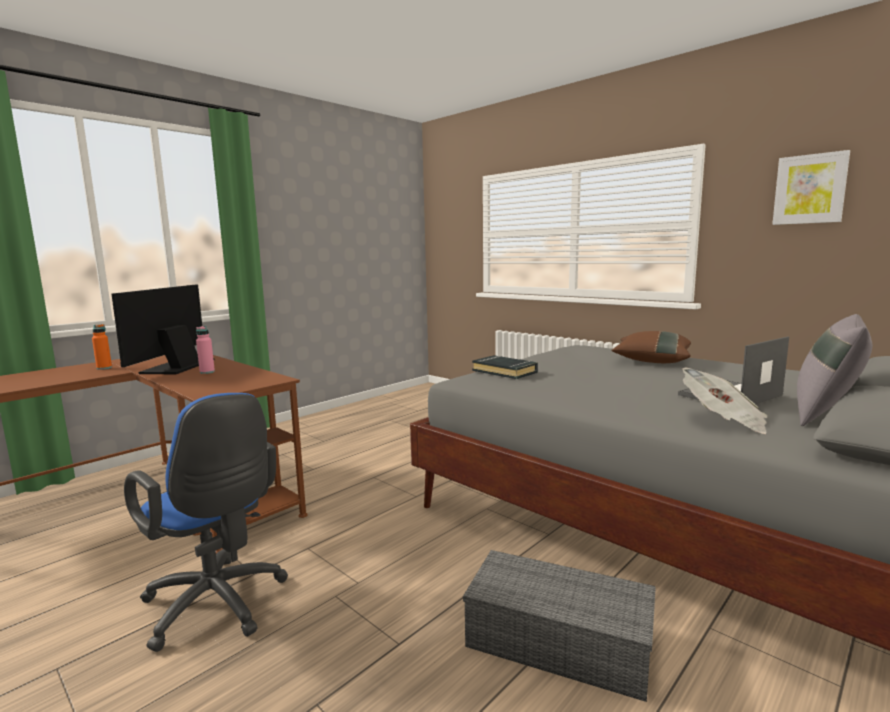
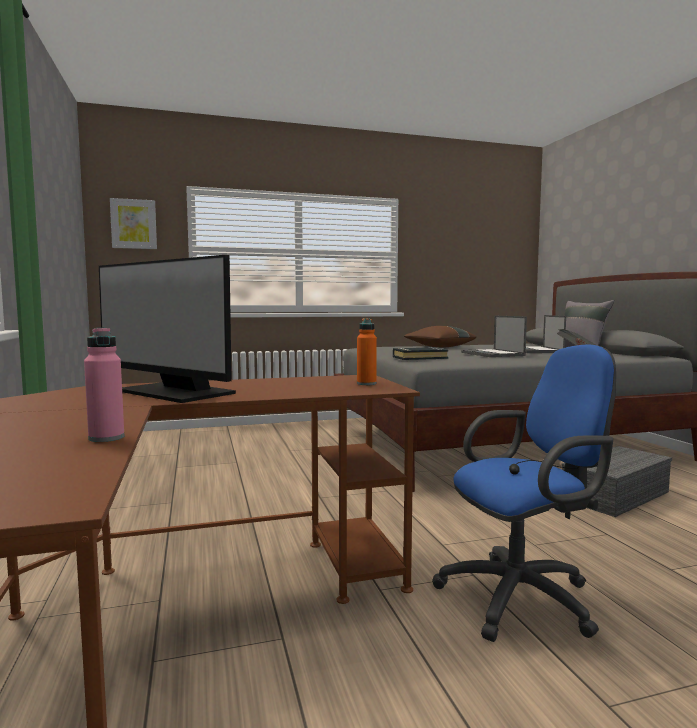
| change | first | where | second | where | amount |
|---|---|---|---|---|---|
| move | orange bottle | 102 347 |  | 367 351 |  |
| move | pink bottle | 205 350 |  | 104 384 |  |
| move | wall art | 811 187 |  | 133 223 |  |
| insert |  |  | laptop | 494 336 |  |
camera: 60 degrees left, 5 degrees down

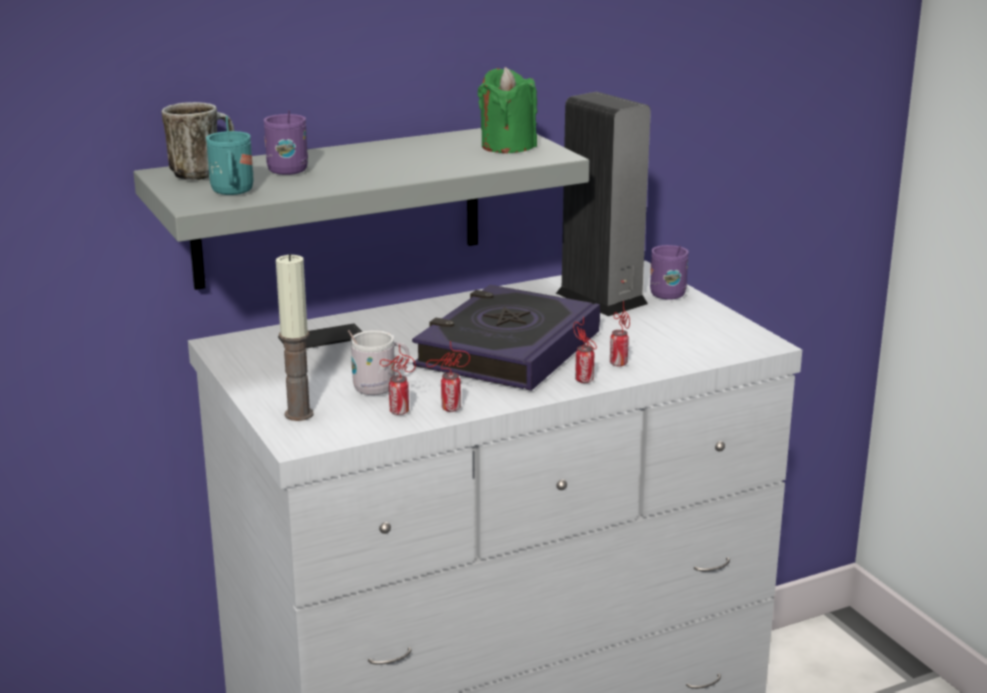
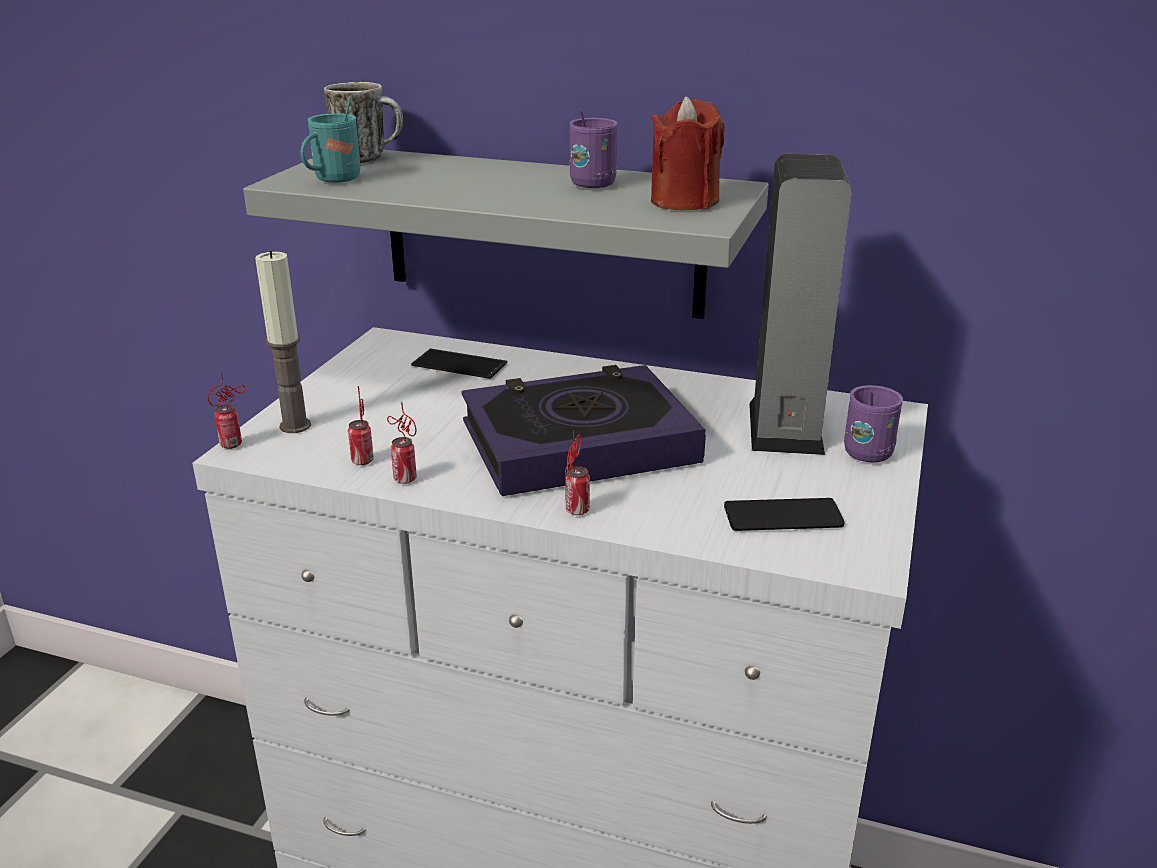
| change | first | where | second | where | amount |
|---|---|---|---|---|---|
| move | purple-coloured coffee mug | 286 142 |  | 593 149 |  |
| delete | white coffee mug | 379 362 |  |  |  |
| recolor | green wax candle | 507 110 | reddish wax candle | 688 153 |  |
| move | sealed can | 620 333 |  | 226 410 |  |
| insert |  |  | handset | 784 514 |  |
camera: 45 degrees right, 5 degrees up

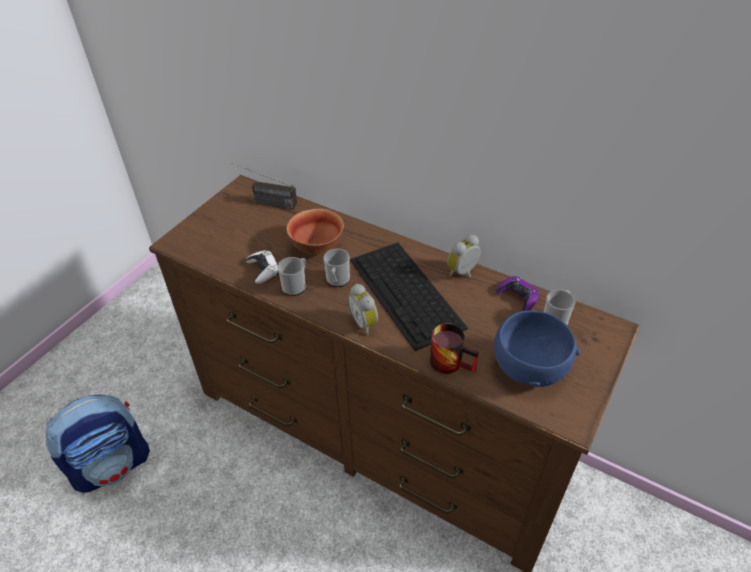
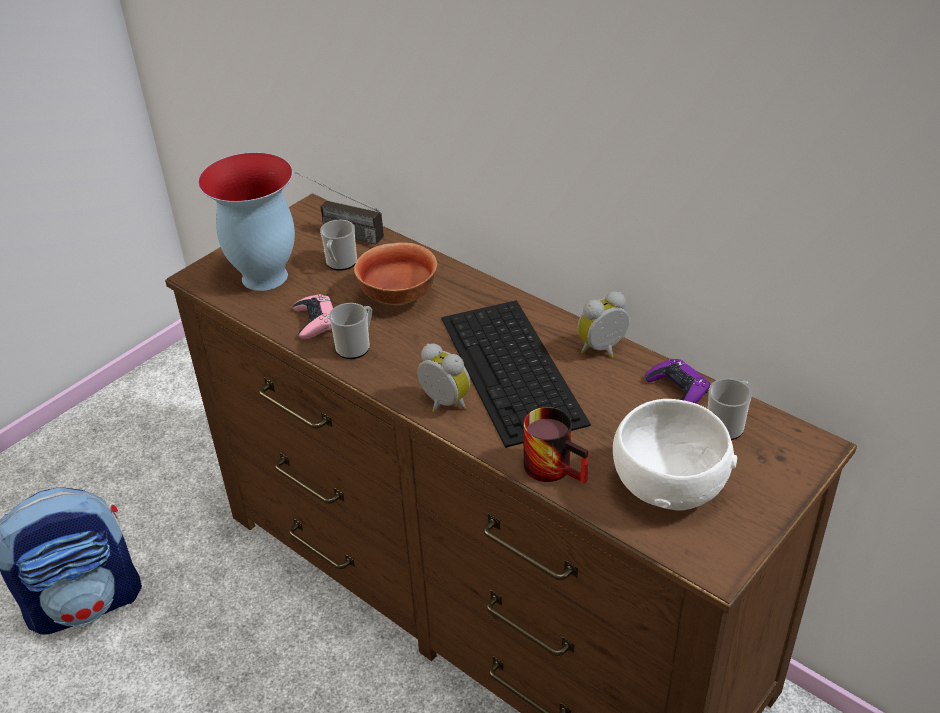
| change | first | where | second | where | amount |
|---|---|---|---|---|---|
| recolor | white joypad | 262 267 | pink joypad | 313 316 |  |
| move | coffee mug | 336 268 |  | 338 245 |  |
| rotate | table clock | 363 310 |  | 443 377 | 150 degrees clockwise |
| recolor | blue-coloured bowl | 536 348 | white bowl | 675 454 |  |
| insert |  |  | vase | 246 222 |  |
camera: 10 degrees right, 5 degrees down

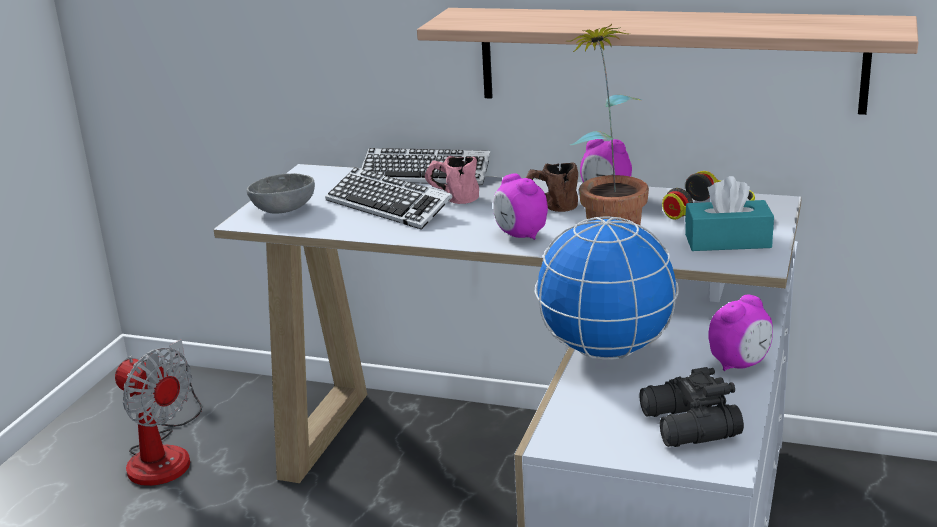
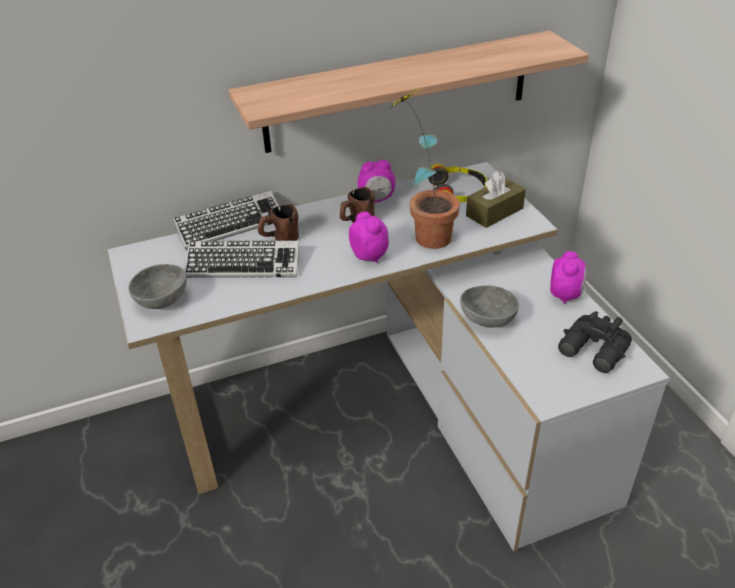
| change | first | where | second | where | amount |
|---|---|---|---|---|---|
| delete | electric fan | 158 412 |  |  |  |
| recolor | pink coffee mug | 452 180 | brown coffee mug | 278 222 |  |
| rotate | table clock | 520 207 |  | 369 237 | 135 degrees counterclockwise |
| replace | globe | 607 288 | grey bowl | 489 306 |  |
| recolor | turquoise-coloured tissue holder | 729 213 | brown tissue holder | 496 199 |  |
camera: 40 degrees left, 15 degrees up

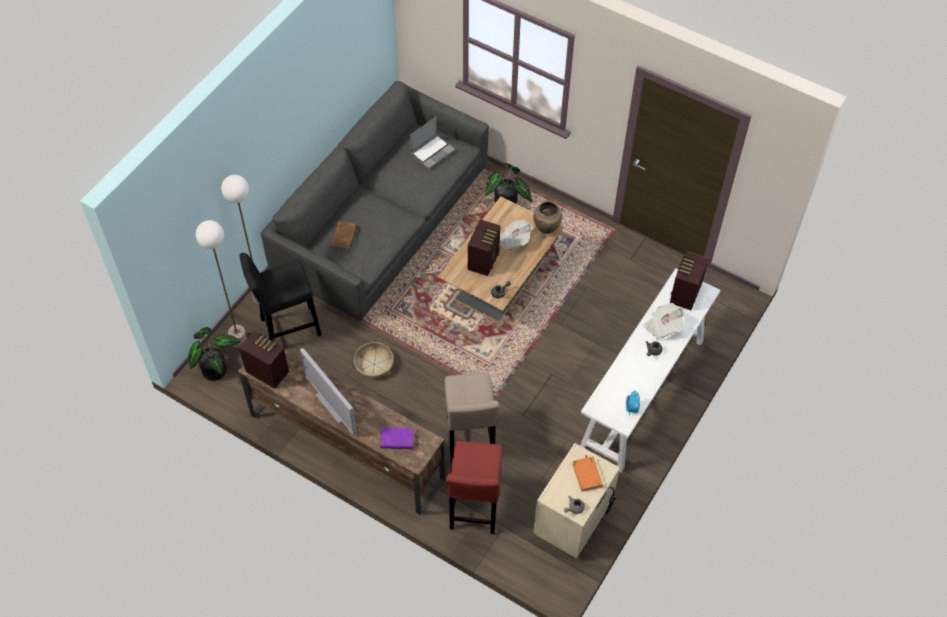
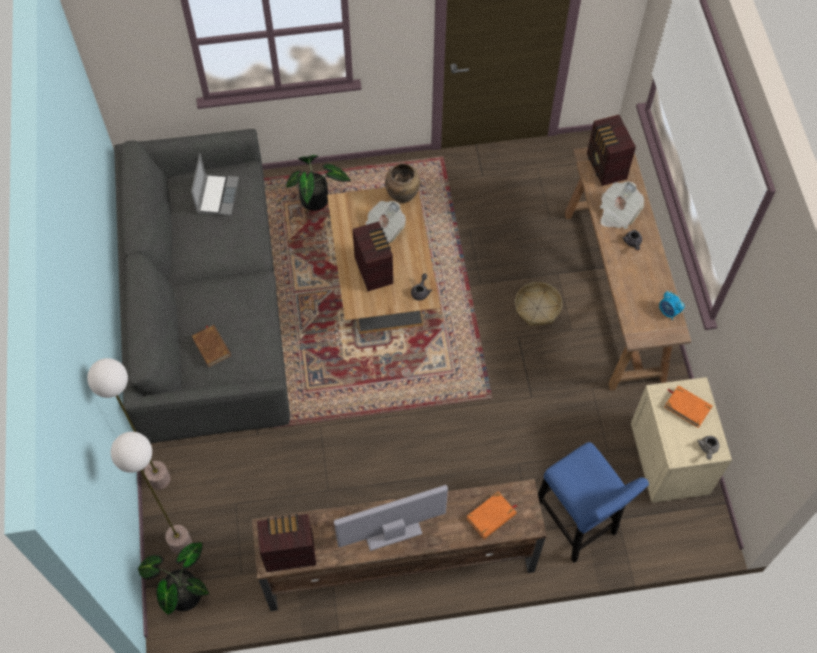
| change | first | where | second | where | amount |
|---|---|---|---|---|---|
| delete | black stool | 280 297 |  |  |  |
| rotate | television | 328 391 |  | 391 518 | 150 degrees clockwise |
| move | basket | 373 361 |  | 539 304 |  |
| recolor | purple-coloured volume | 399 438 | orange volume | 491 515 |  |
| delete | sand-coloured stool | 472 418 |  |  |  |
| recolor | reddish stool | 474 487 | blue-coloured stool | 593 502 |  |
| recolor | white narrow table | 650 370 | brown narrow table | 628 269 |  |
camera: 40 degrees left, 5 degrees up

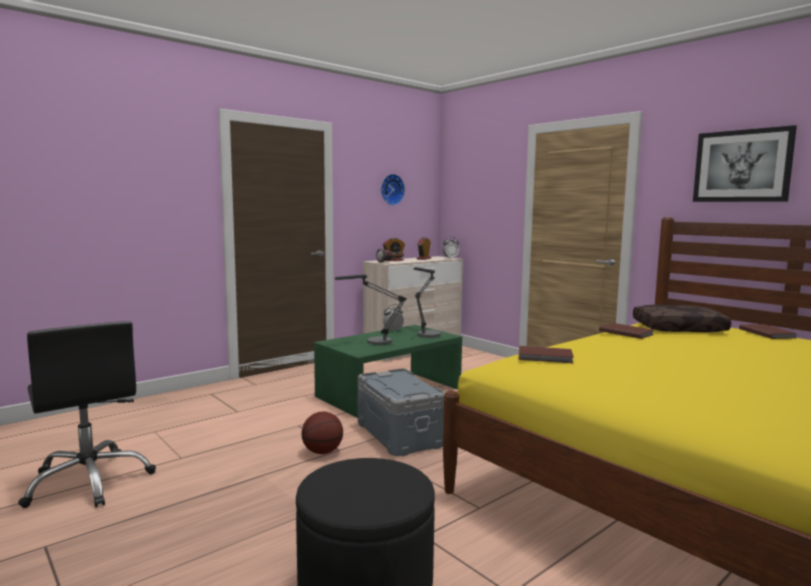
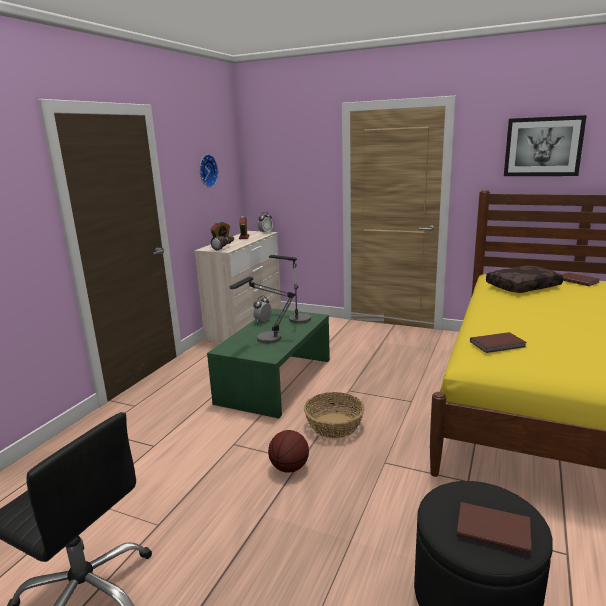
| change | first | where | second | where | amount |
|---|---|---|---|---|---|
| replace | grey storage box | 402 412 | basket | 334 415 |  |
| move | brown volume | 626 331 |  | 494 528 |  |
camera: 25 degrees left, 10 degrees up

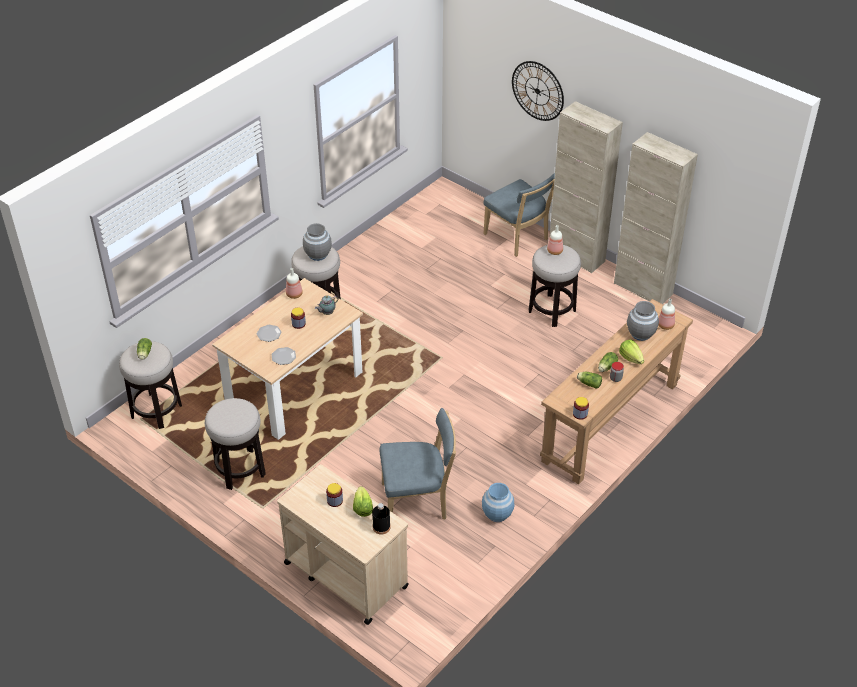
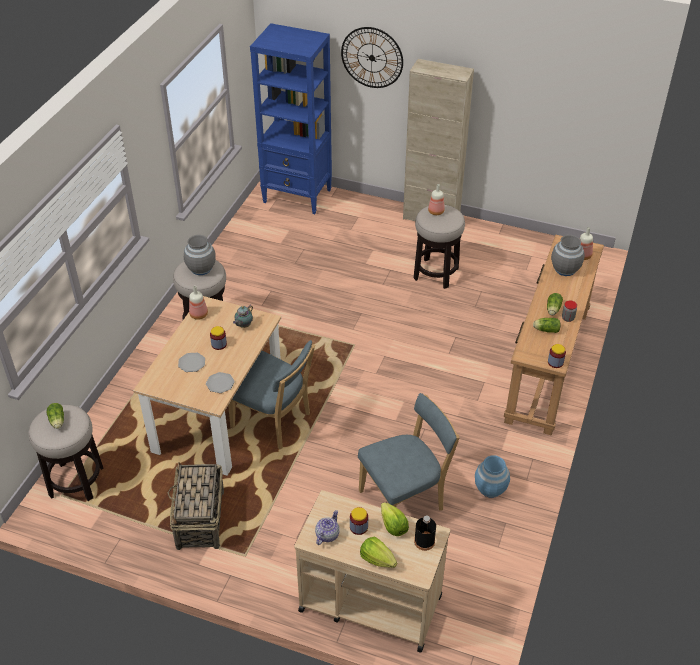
| change | first | where | second | where | amount |
|---|---|---|---|---|---|
| replace | stool | 235 444 | basket | 196 506 |  |
| move | blue-coloured plain chair | 519 215 |  | 271 394 |  |
| delete | sand-coloured cabinet | 656 218 |  |  |  |
| move | lettuce head | 631 352 |  | 378 552 |  |
| insert |  |  | blue-coloured shelving unit | 291 118 |  |
| insert |  |  | teapot | 327 527 |  |
camera: 20 degrees left, 0 degrees up

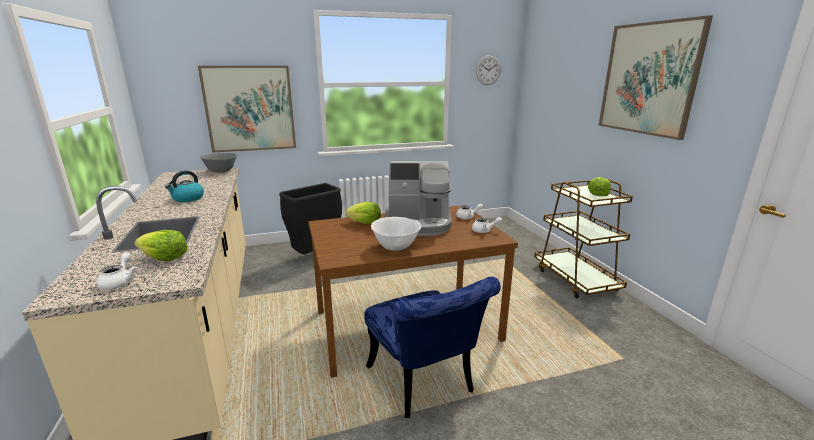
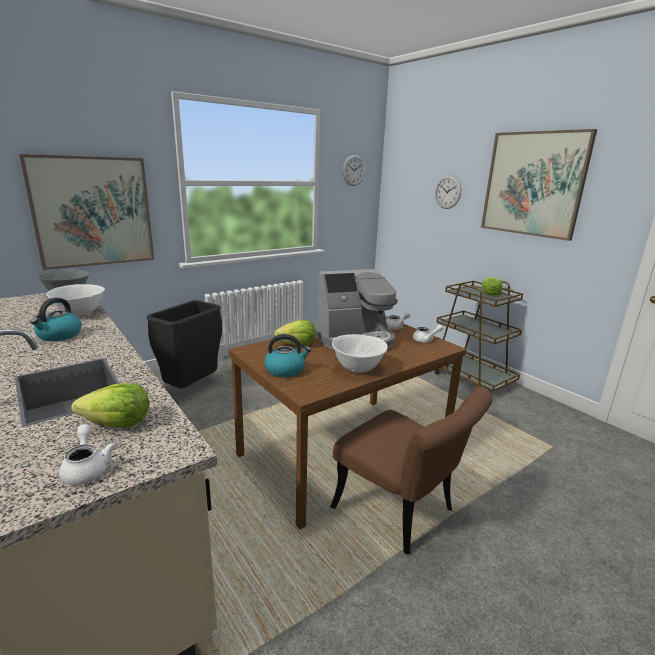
| change | first | where | second | where | amount |
|---|---|---|---|---|---|
| recolor | blue-coloured plain chair | 432 347 | brown plain chair | 411 471 |  |
| insert |  |  | white bowl | 76 300 |  |
| insert |  |  | kettle | 287 355 |  |
| insert |  |  | clock on the wall | 448 192 |  |
camera: 20 degrees left, 0 degrees up

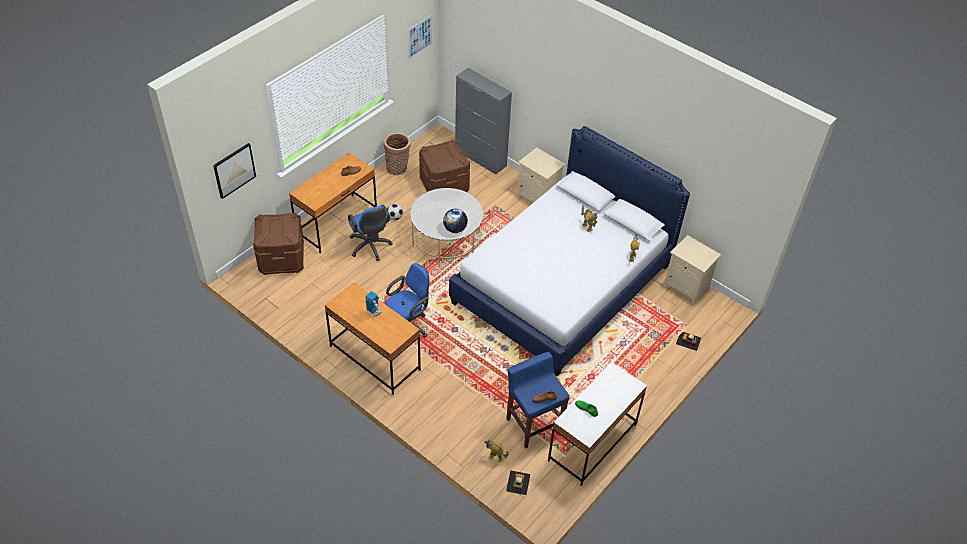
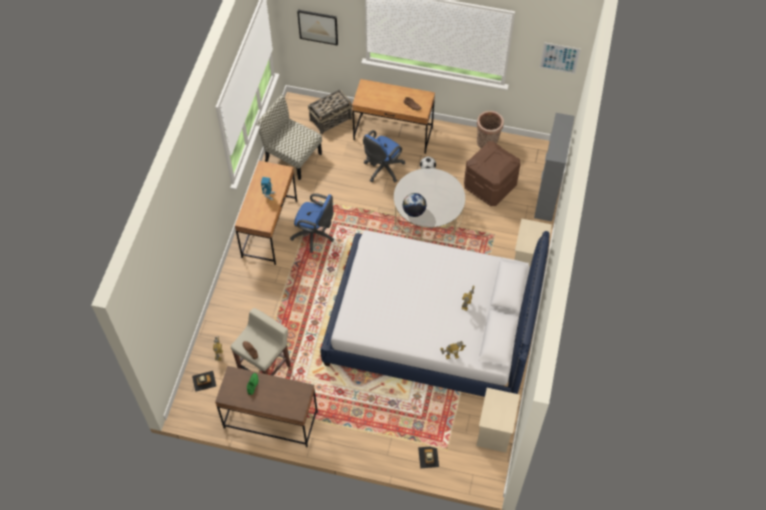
| change | first | where | second | where | amount |
|---|---|---|---|---|---|
| replace | brown storage box | 278 243 | basket | 330 111 |  |
| recolor | blue-coloured stool | 537 400 | sand-coloured stool | 261 342 |  |
| recolor | white desk table | 597 424 | brown desk table | 266 406 |  |
| insert |  |  | plain chair | 289 137 |  |
camera: 65 degrees right, 10 degrees up

